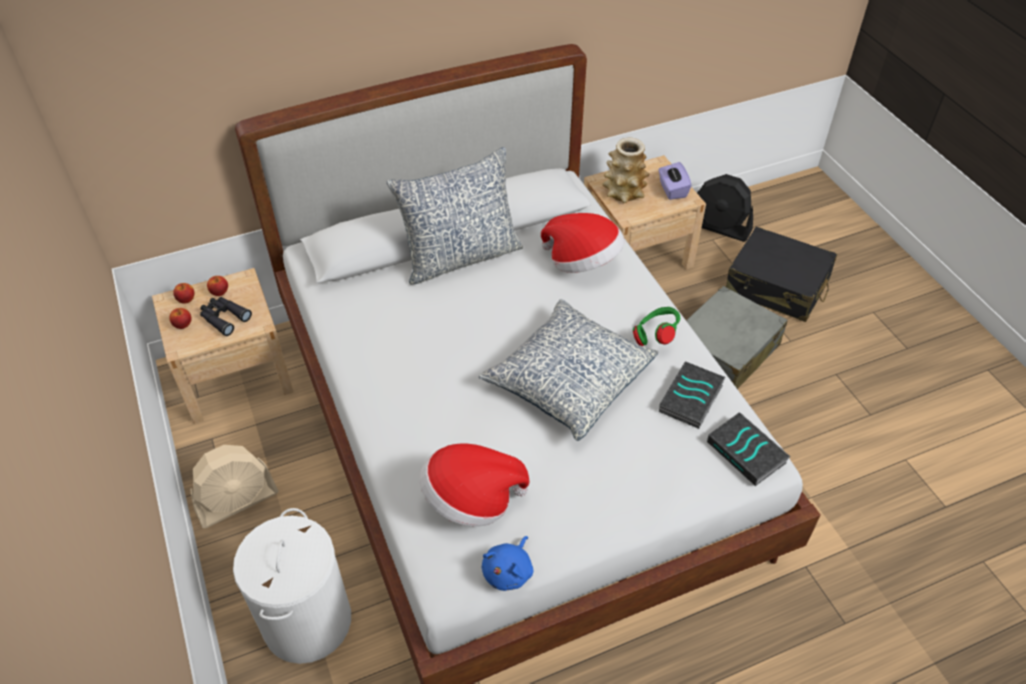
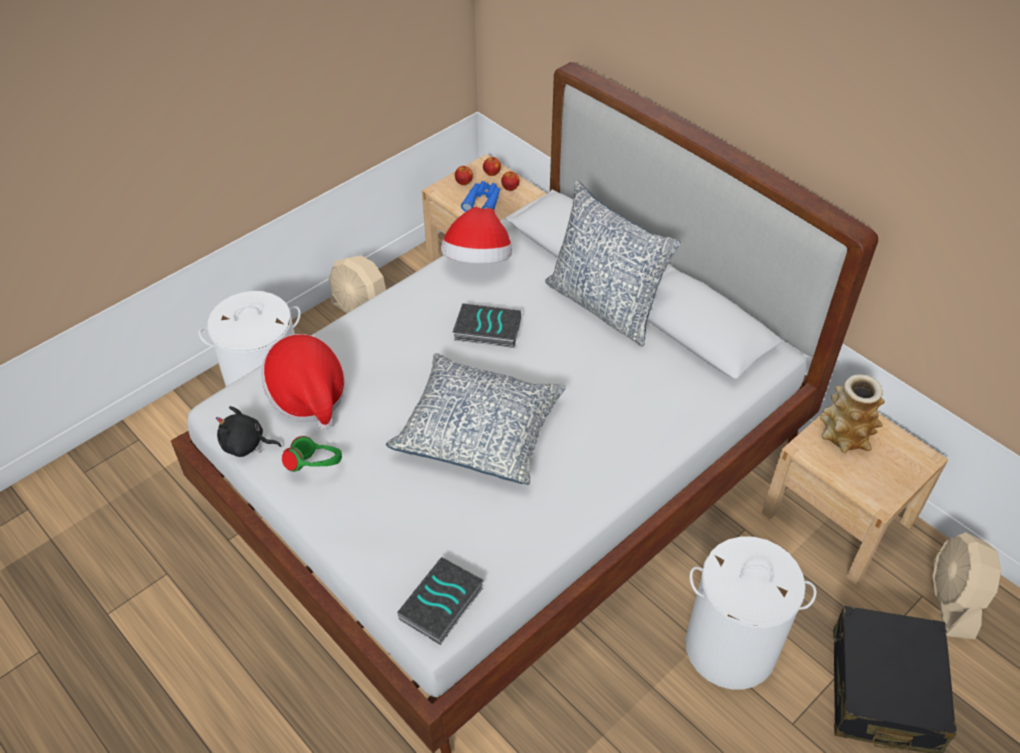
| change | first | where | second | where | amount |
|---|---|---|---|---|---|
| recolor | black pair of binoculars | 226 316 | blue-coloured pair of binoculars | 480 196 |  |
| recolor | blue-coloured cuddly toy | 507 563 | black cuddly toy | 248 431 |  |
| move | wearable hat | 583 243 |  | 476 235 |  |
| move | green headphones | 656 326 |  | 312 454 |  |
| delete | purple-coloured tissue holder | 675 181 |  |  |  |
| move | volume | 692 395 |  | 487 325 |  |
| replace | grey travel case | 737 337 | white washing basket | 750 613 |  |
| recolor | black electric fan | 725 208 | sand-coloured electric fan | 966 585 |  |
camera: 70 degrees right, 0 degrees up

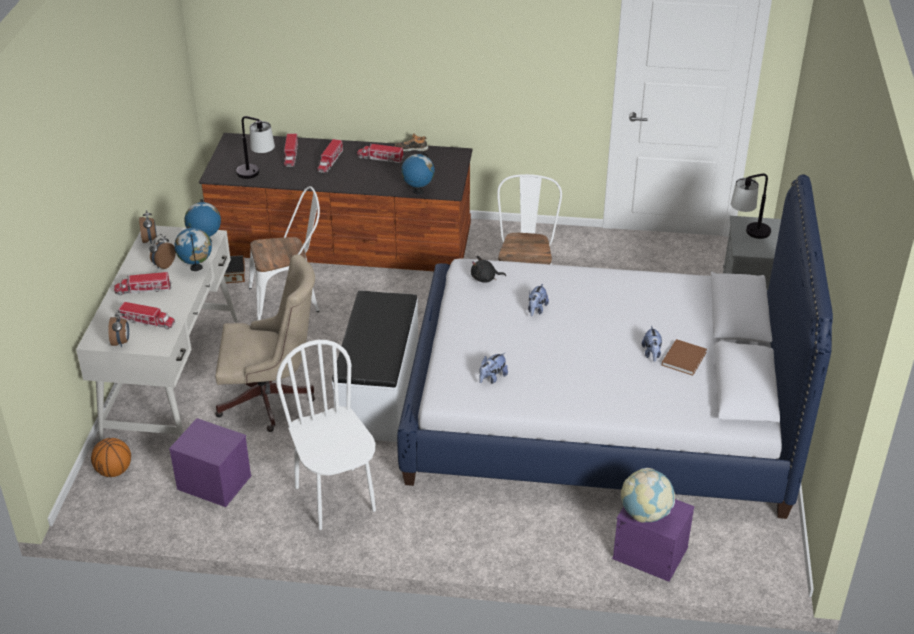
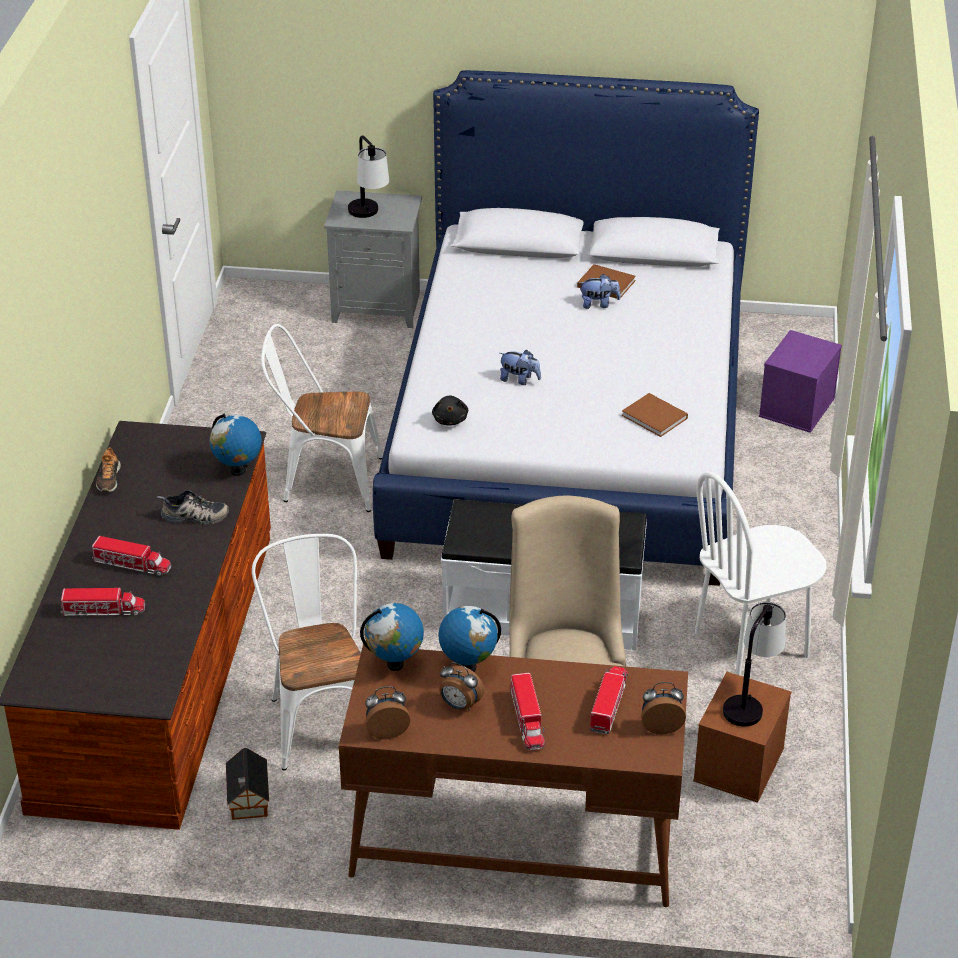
| change | first | where | second | where | amount |
|---|---|---|---|---|---|
| recolor | white desk table | 157 334 | brown desk table | 513 776 |  |
| delete | basketball ball | 111 457 |  |  |  |
| recolor | purple-coloured storage box | 210 462 | brown storage box | 742 737 |  |
| move | table lamp | 255 147 |  | 754 664 |  |
| delete | toy truck | 381 153 |  |  |  |
| replace | cuddly toy | 493 368 | brown volume | 655 415 |  |
| delete | globe | 648 495 |  |  |  |
| insert |  |  | shoe | 193 507 |  |
camera: 90 degrees left, 0 degrees up

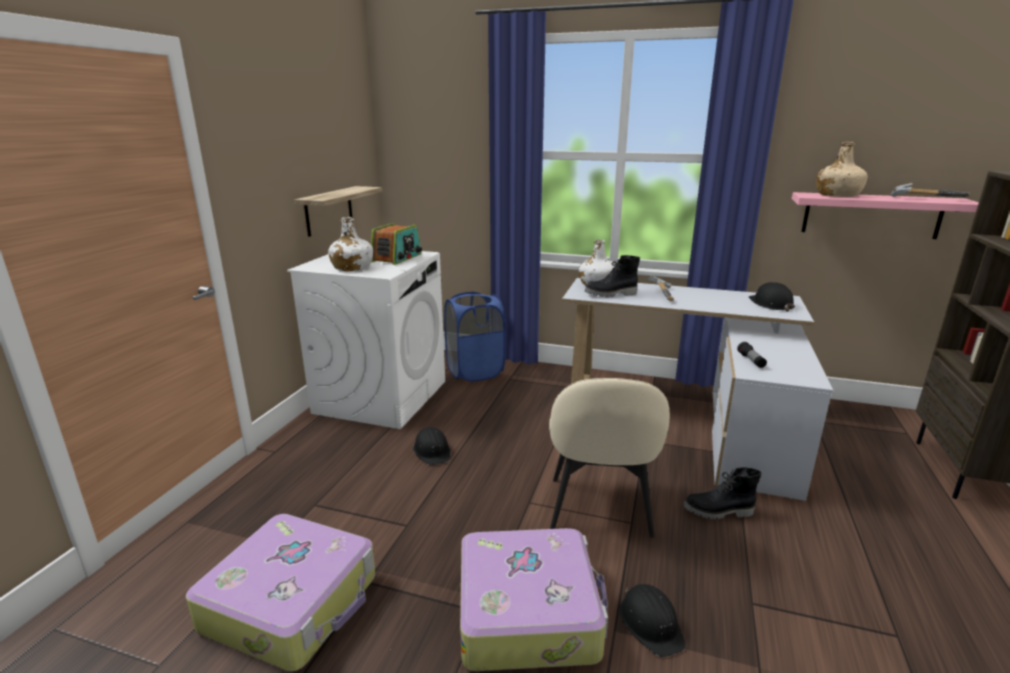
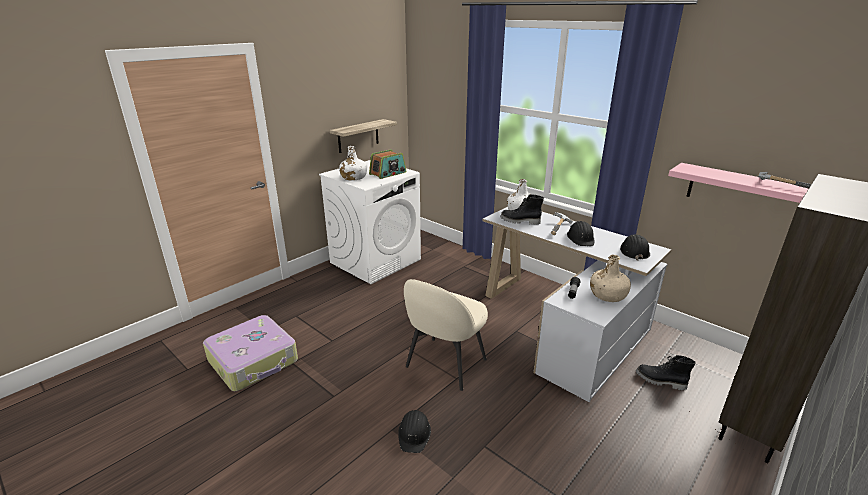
| change | first | where | second | where | amount |
|---|---|---|---|---|---|
| move | black work helmet | 431 446 |  | 581 233 |  |
| delete | blue-coloured washing basket | 474 336 |  |  |  |
| delete | travel case | 534 599 |  |  |  |
| move | black boot | 722 493 |  | 666 372 |  |
| move | sand-coloured bottle | 842 169 |  | 610 278 |  |
camera: 25 degrees right, 5 degrees up

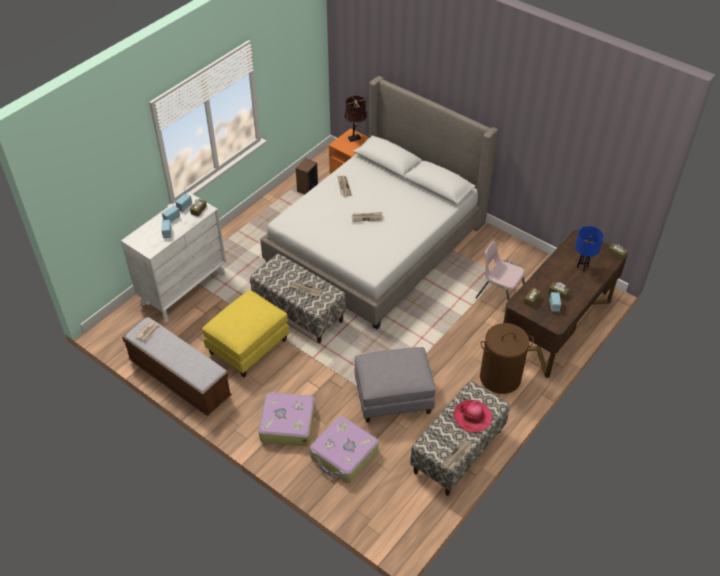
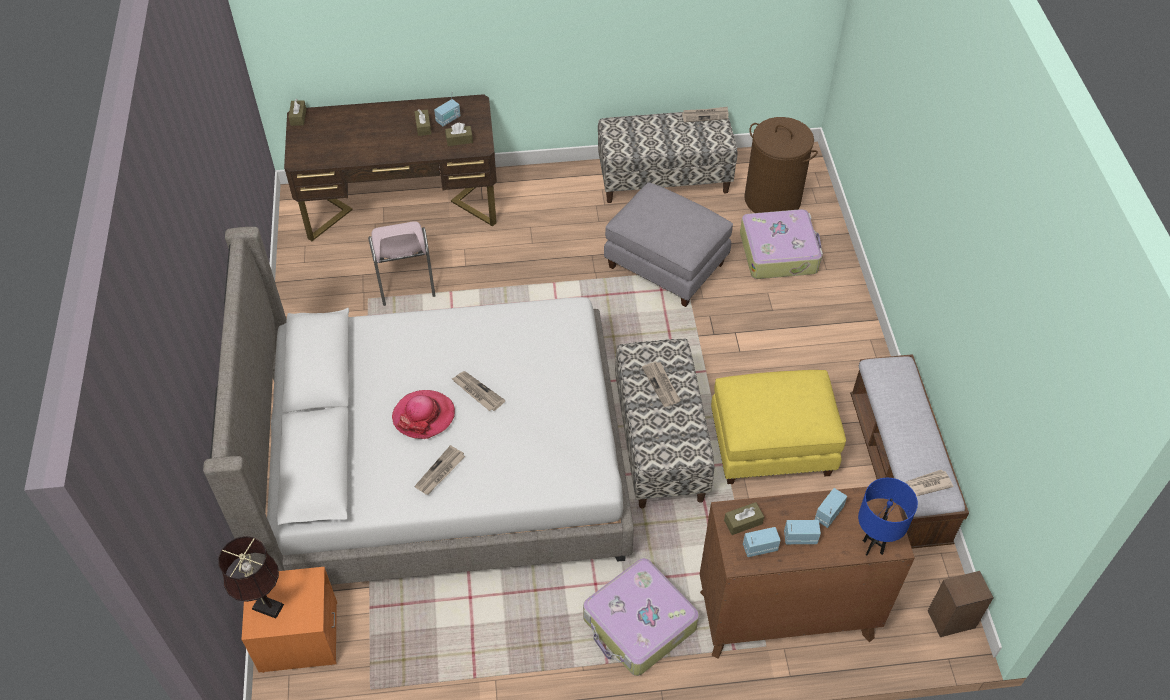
| change | first | where | second | where | amount |
|---|---|---|---|---|---|
| recolor | white chest of drawers | 173 257 | brown chest of drawers | 807 573 |  |
| move | travel case | 287 419 |  | 641 617 |  |
| move | loudspeaker | 307 176 |  | 961 604 |  |
| move | wearable hat | 473 416 |  | 423 414 |  |
| move | brown washing basket | 507 358 |  | 781 165 |  |
| move | blue-coloured table lamp | 589 248 |  | 888 516 |  |
camera: 135 degrees left, 5 degrees up

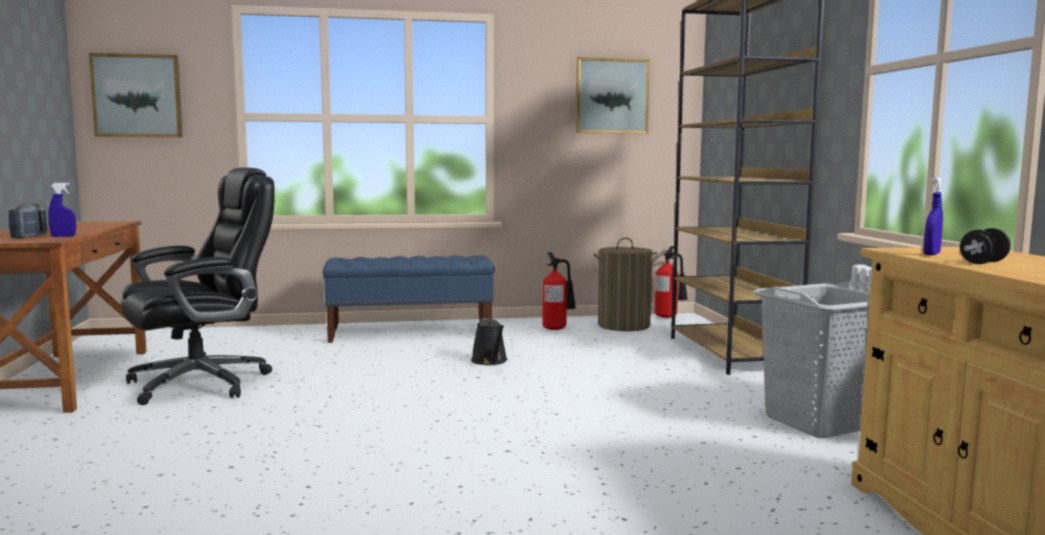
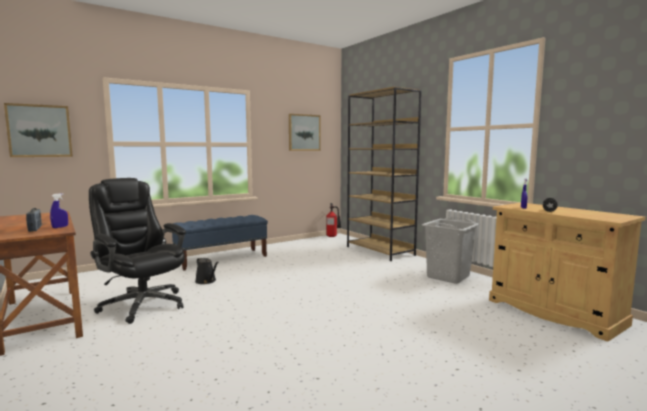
| change | first | where | second | where | amount |
|---|---|---|---|---|---|
| rotate | black desk chair | 198 286 |  | 137 251 | 75 degrees counterclockwise |
| move | black watering pot | 489 341 |  | 206 270 |  |
| delete | fire-fighting cylinder | 559 291 |  |  |  |
| delete | washing basket | 625 284 |  |  |  |
camera: 25 degrees left, 0 degrees up

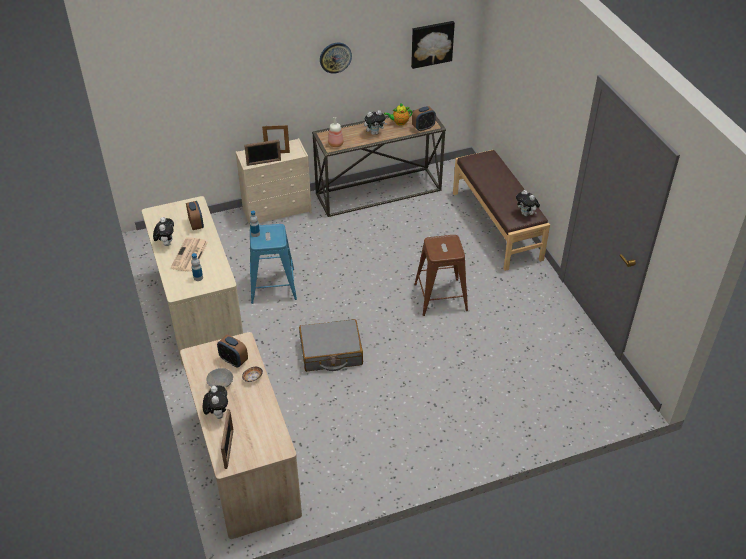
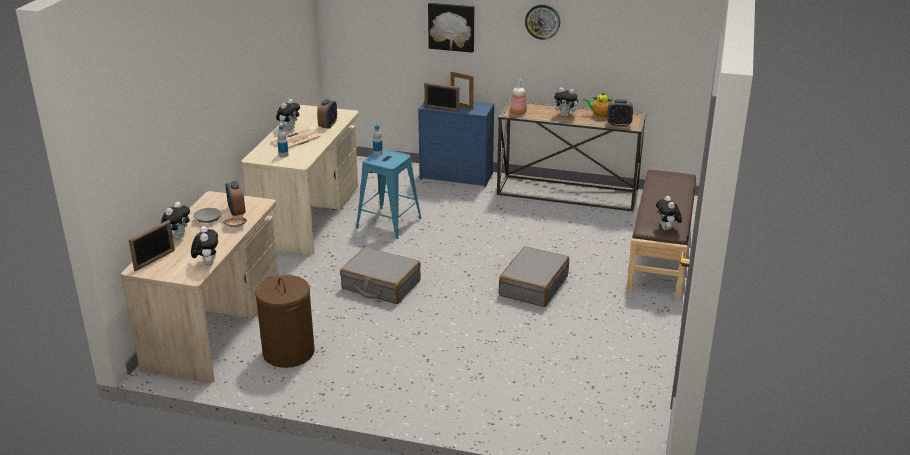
| change | first | where | second | where | amount |
|---|---|---|---|---|---|
| recolor | sand-coloured chest of drawers | 274 181 | blue-coloured chest of drawers | 456 144 |  |
| move | wall art | 433 45 |  | 451 28 |  |
| replace | brown stool | 441 275 | grey travel case | 534 276 |  |
| insert |  |  | cuddly toy | 204 245 |  |
| insert |  |  | brown washing basket | 285 321 |  |
camera: 35 degrees right, 15 degrees down

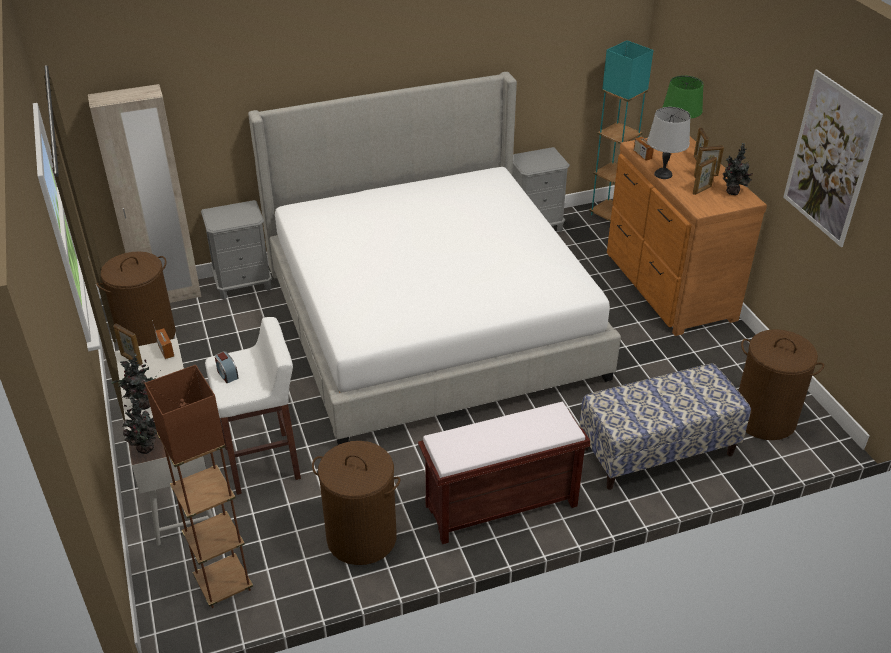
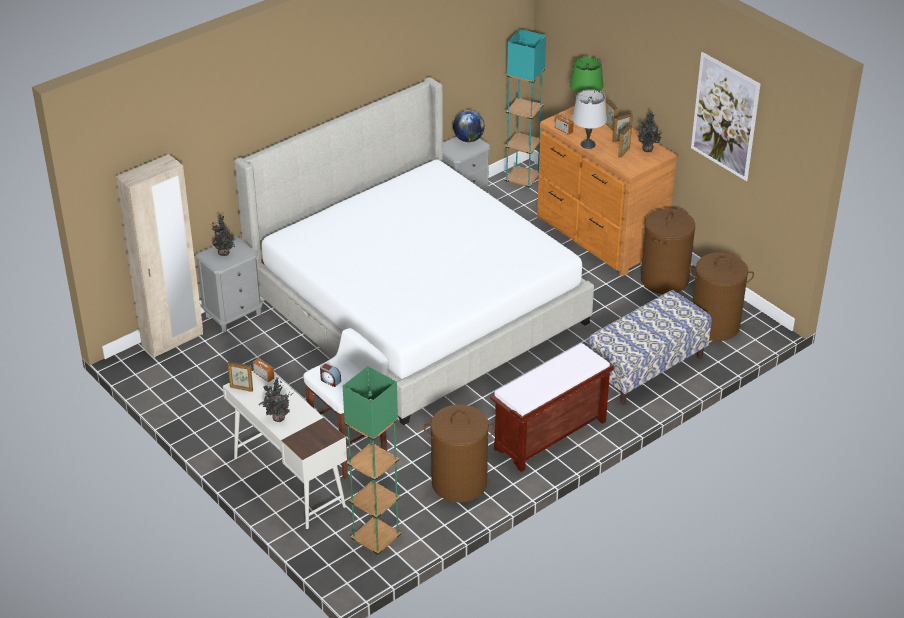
| change | first | where | second | where | amount |
|---|---|---|---|---|---|
| move | brown washing basket | 136 298 |  | 668 251 |  |
| move | houseplant | 139 425 |  | 224 235 |  |
| recolor | brown standard lamp | 198 486 | green standard lamp | 372 461 |  |
| insert |  |  | globe | 469 126 |  |
camera: 20 degrees left, 0 degrees up

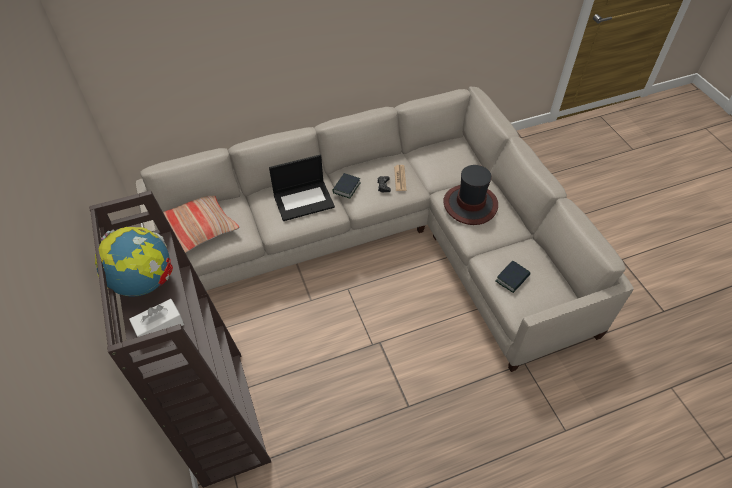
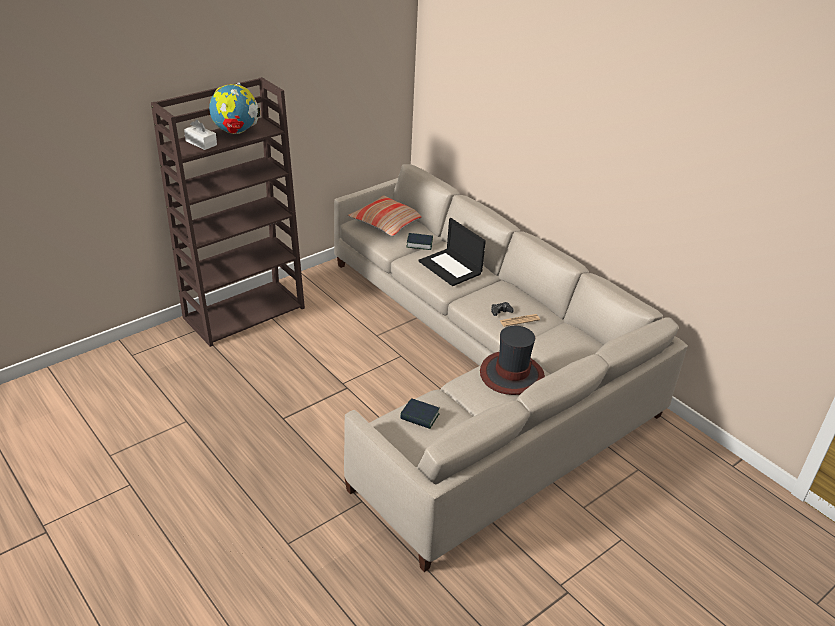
| change | first | where | second | where | amount |
|---|---|---|---|---|---|
| move | volume | 346 185 |  | 419 241 |  |
camera: 70 degrees right, 15 degrees down

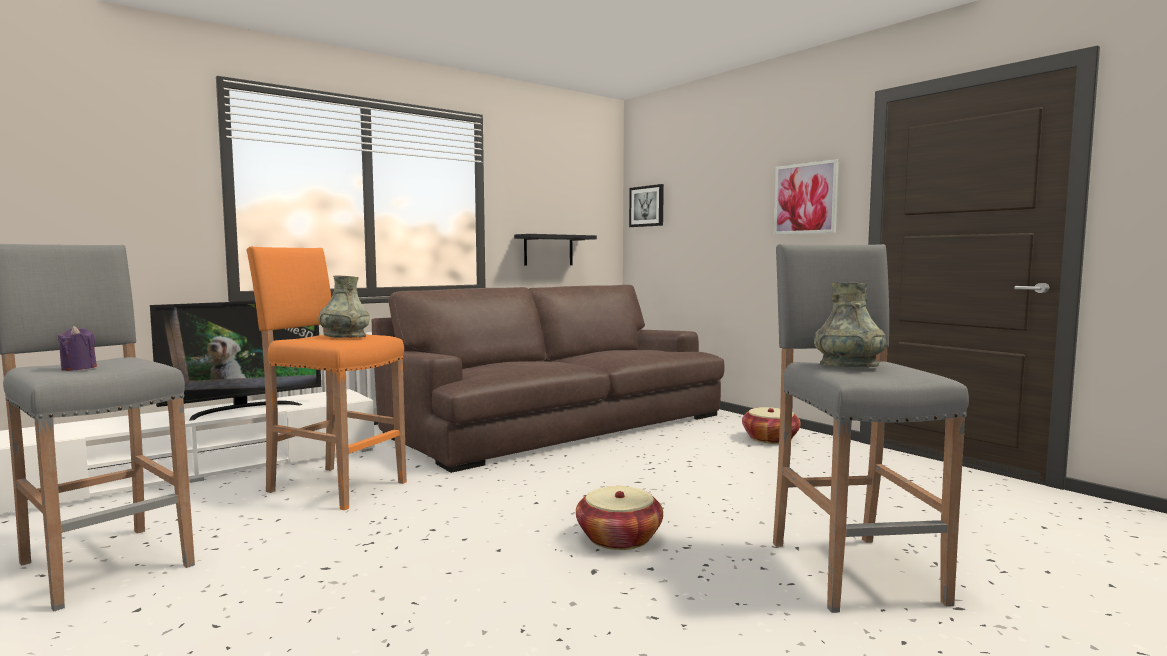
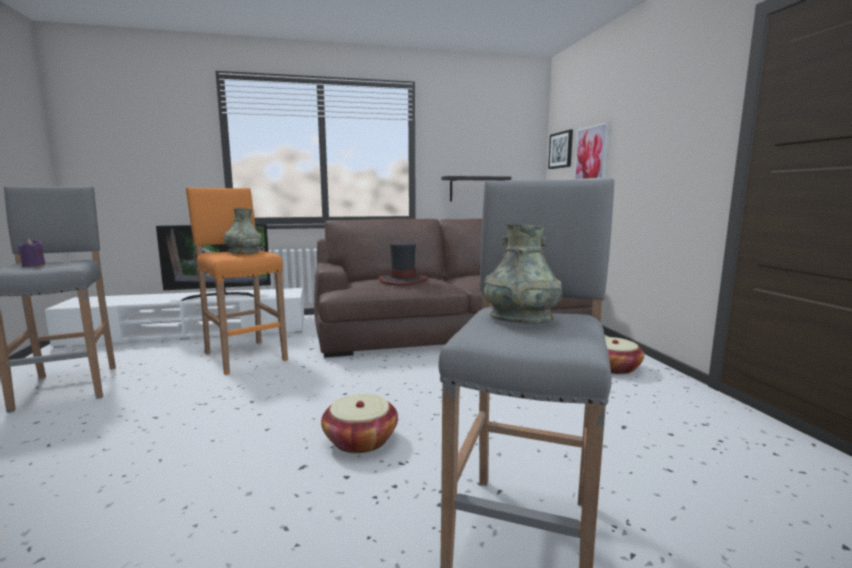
| change | first | where | second | where | amount |
|---|---|---|---|---|---|
| move | wall art | 806 197 |  | 592 151 |  |
| insert |  |  | wearable hat | 403 263 |  |
camera: 25 degrees right, 5 degrees up

